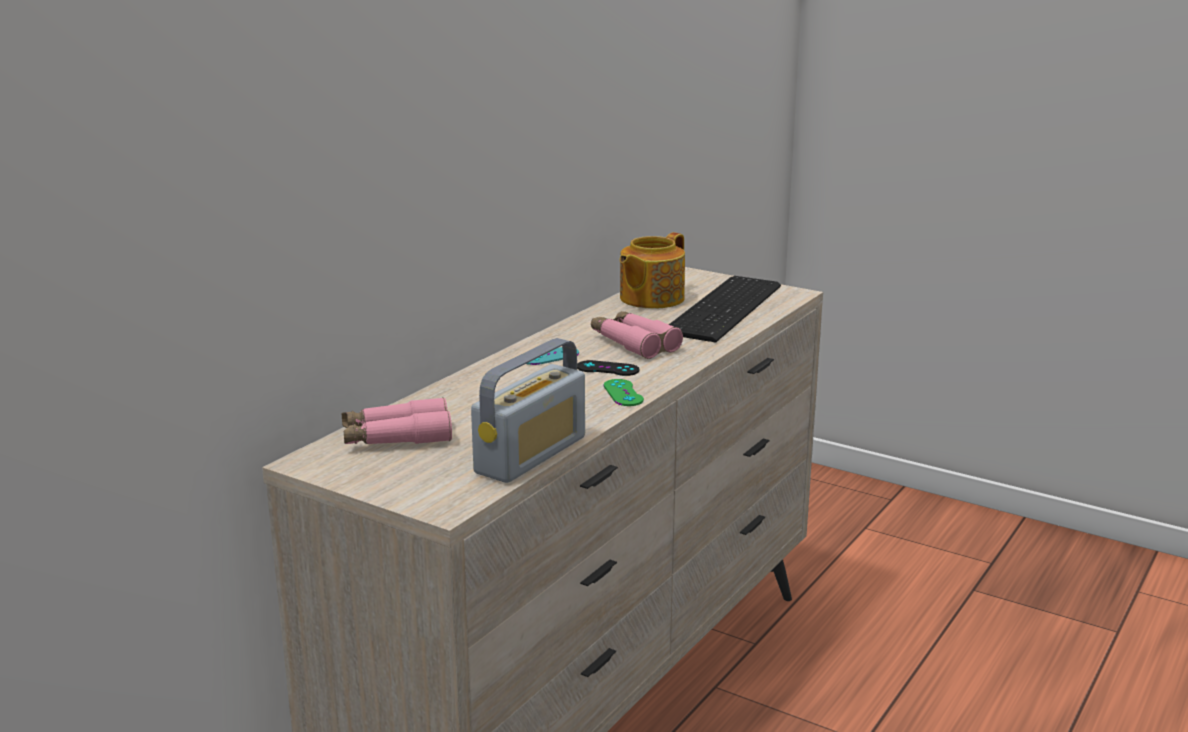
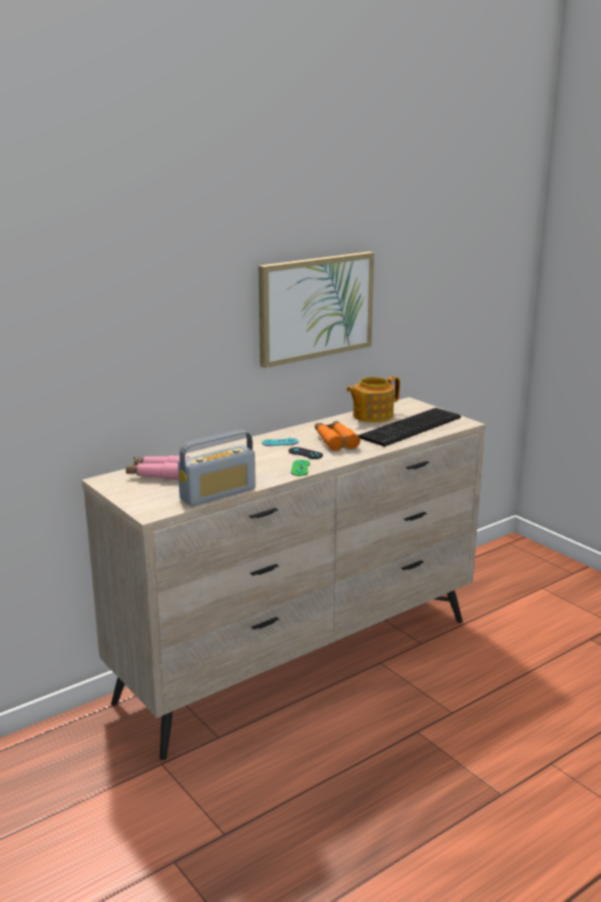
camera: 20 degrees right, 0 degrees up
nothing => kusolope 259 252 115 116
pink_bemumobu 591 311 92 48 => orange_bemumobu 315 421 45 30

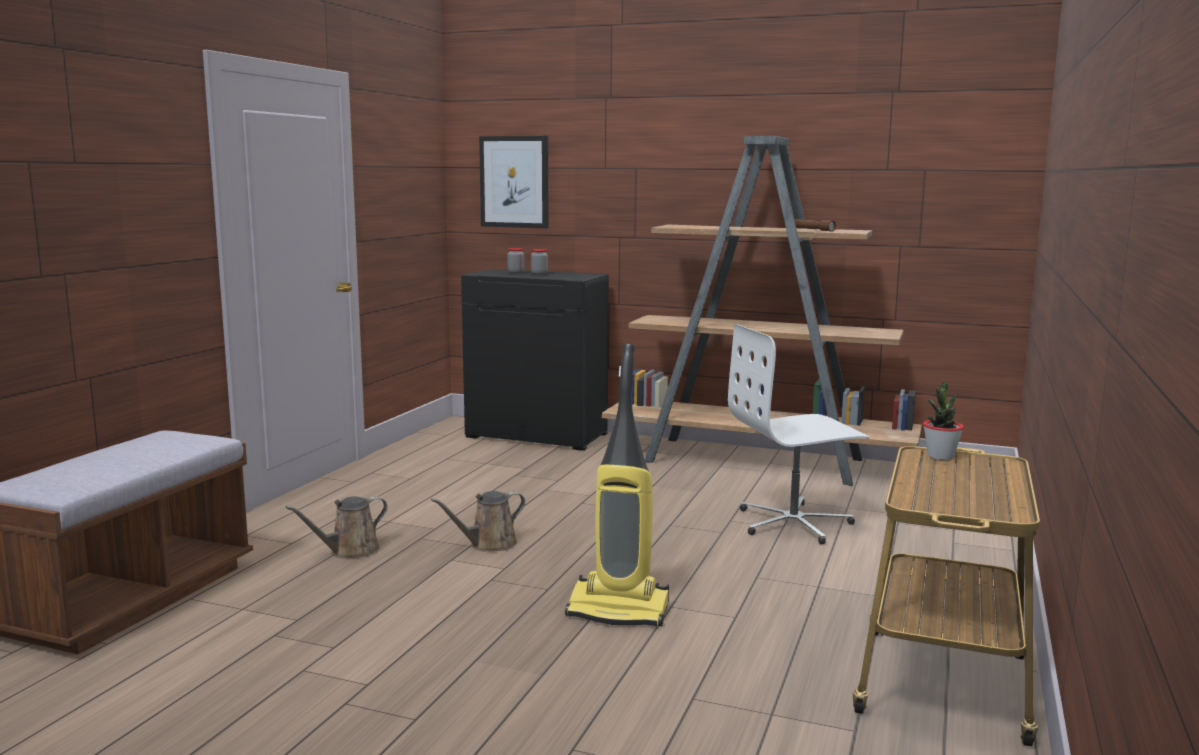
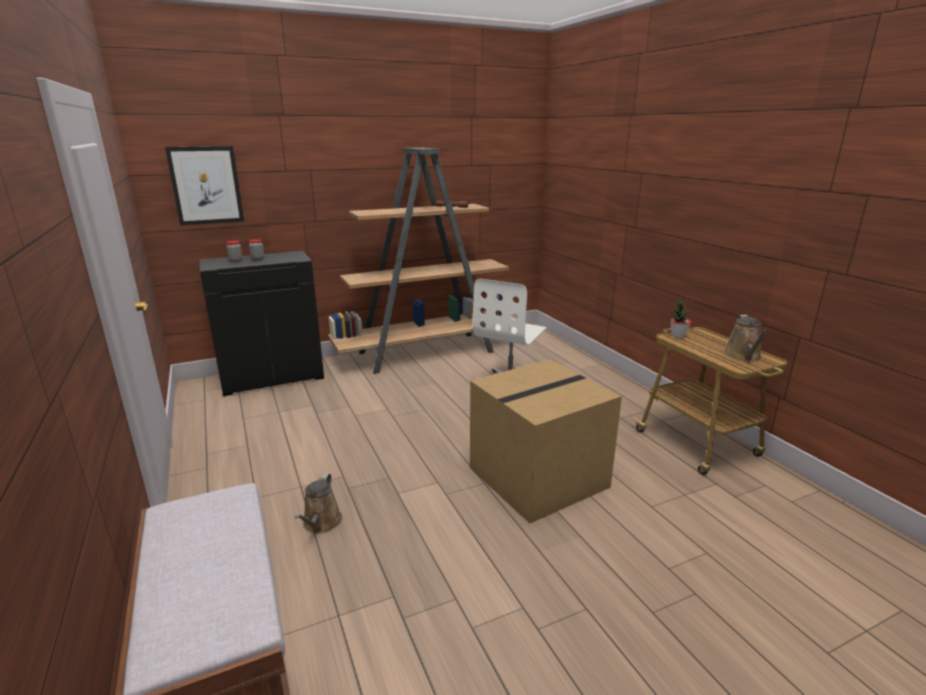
camera: 45 degrees left, 10 degrees up
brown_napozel 431 491 94 61 => brown_napozel 724 315 44 47, shifted
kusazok 565 344 104 282 => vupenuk 470 359 152 164

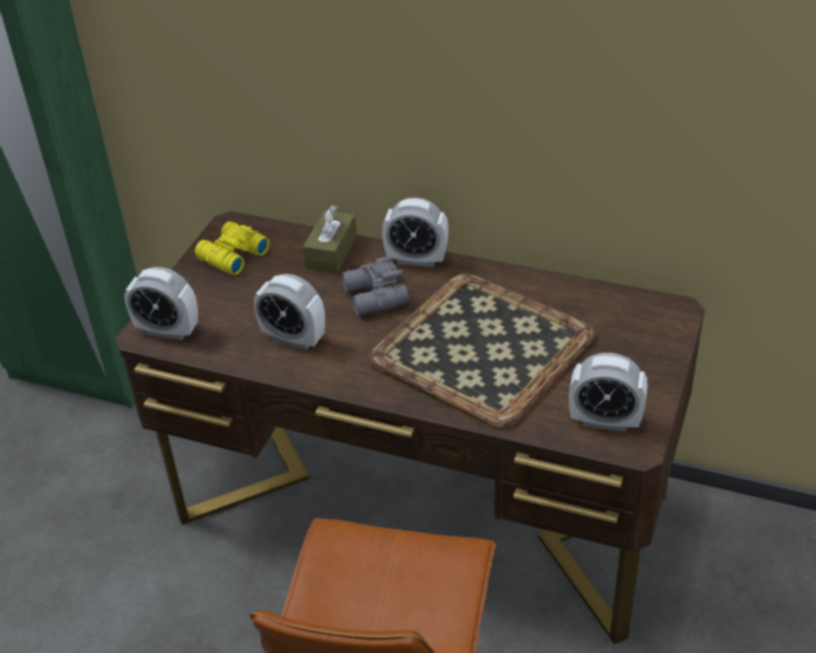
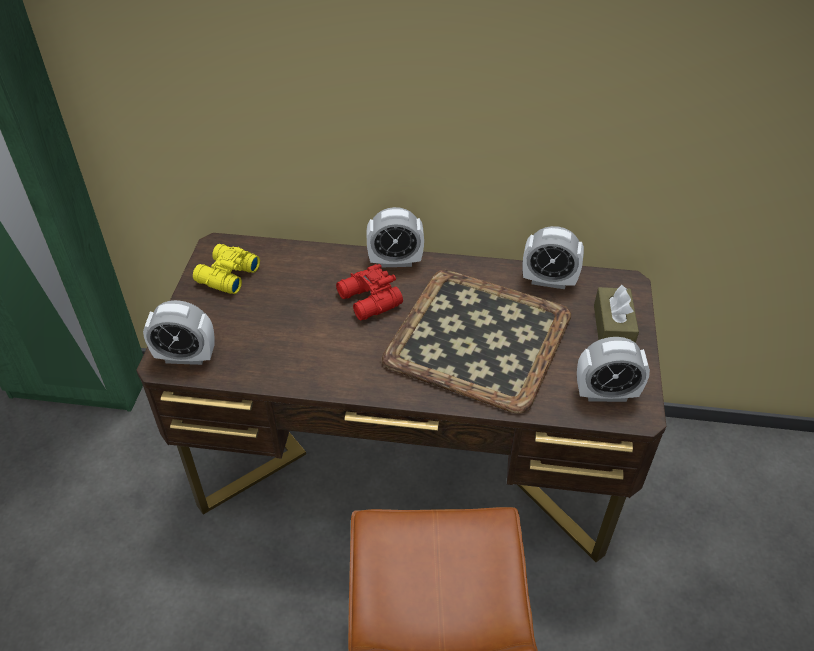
camera: 15 degrees left, 5 degrees up
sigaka 254 274 71 76 => sigaka 522 226 62 63, shifted
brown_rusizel 303 205 54 68 => brown_rusizel 594 285 45 58, shifted
grey_bemumobu 342 257 67 58 => red_bemumobu 336 264 67 57

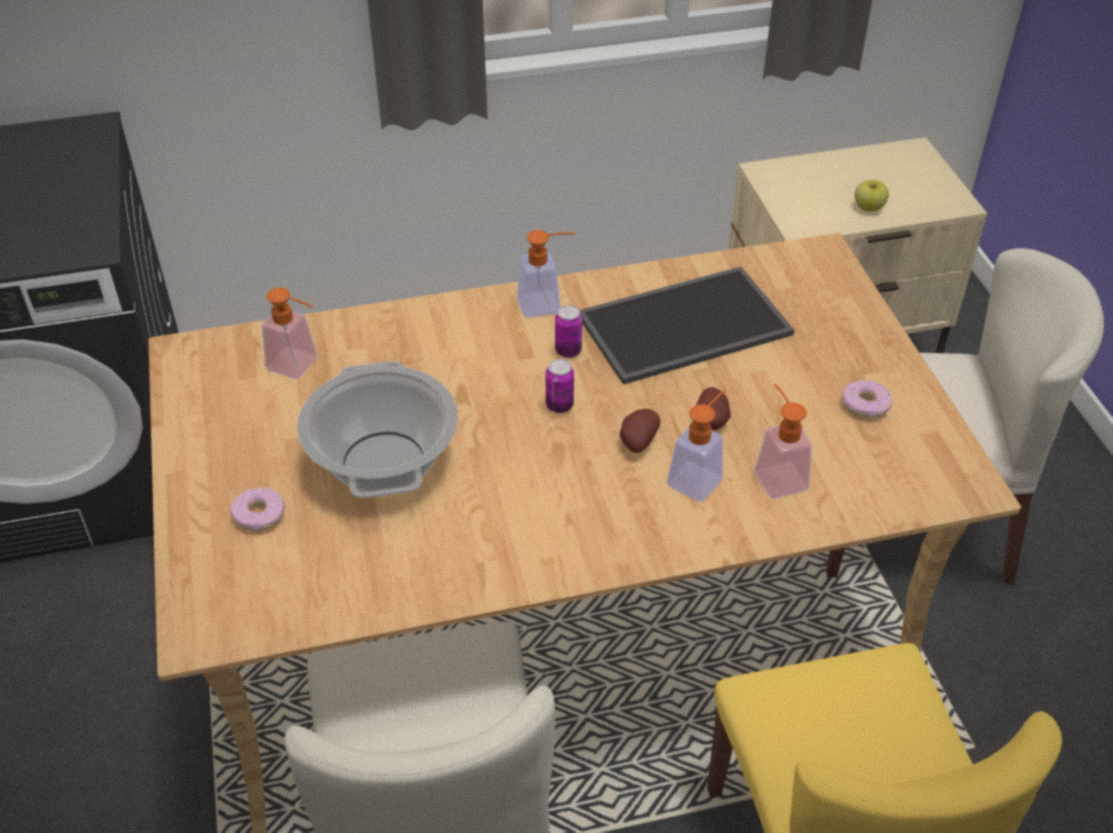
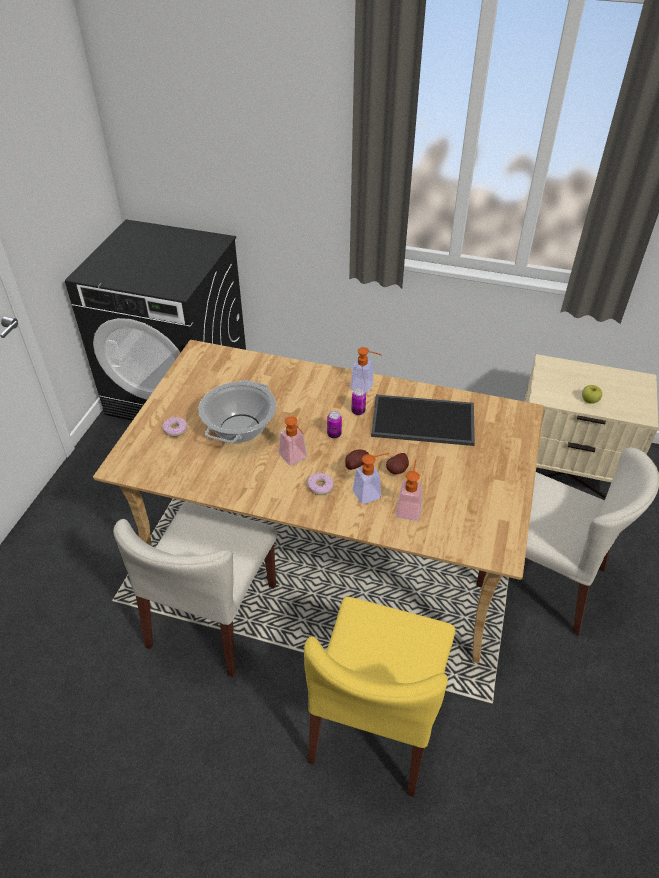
camera: 30 degrees right, 0 degrees up
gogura 262 287 55 92 => gogura 279 416 28 49, shifted
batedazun 842 380 50 38 => batedazun 307 473 27 22, shifted

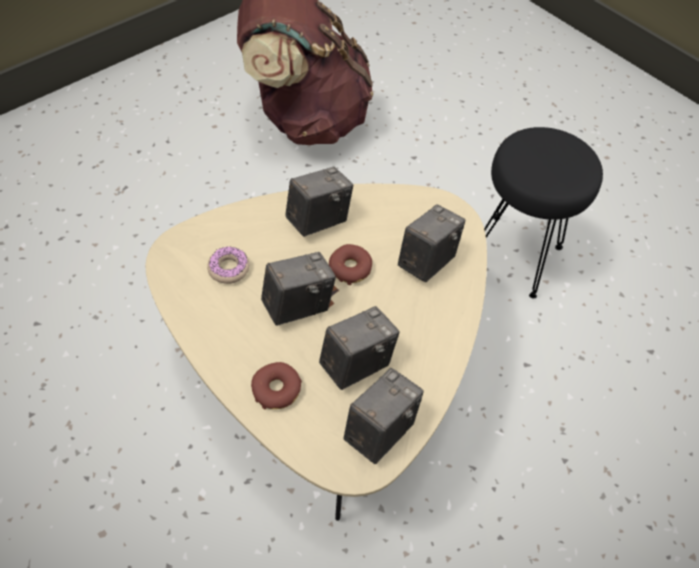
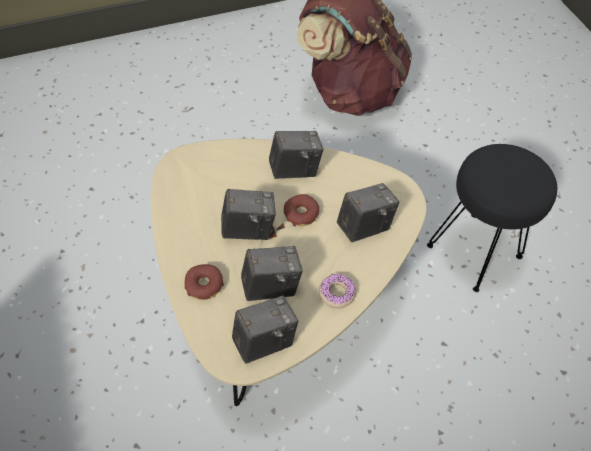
camera: 25 degrees right, 0 degrees up
batedazun 207 246 42 38 => batedazun 319 274 37 34, shifted

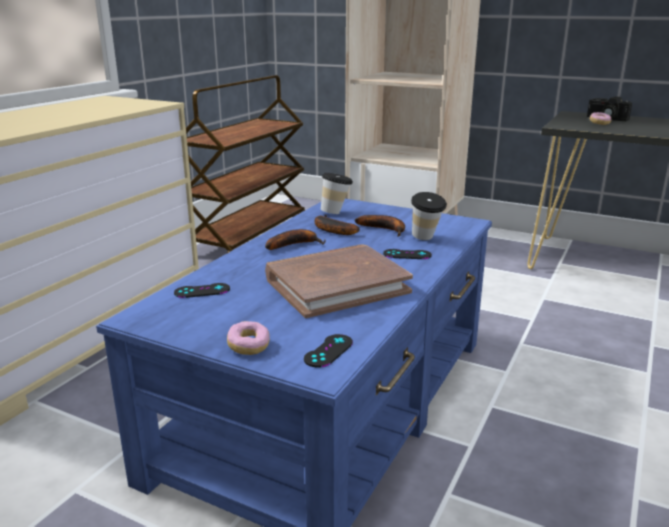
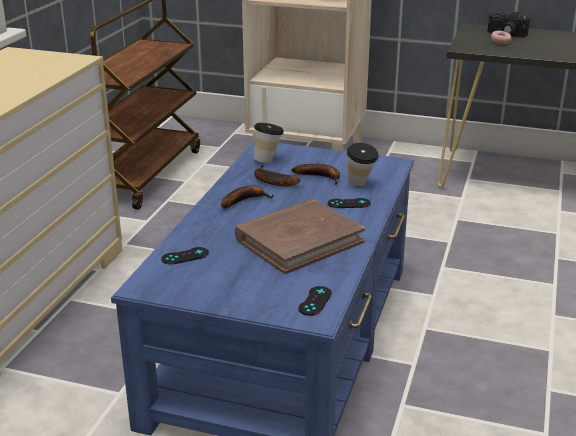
camera: 10 degrees left, 5 degrees up
batedazun 227 321 43 34 => nothing

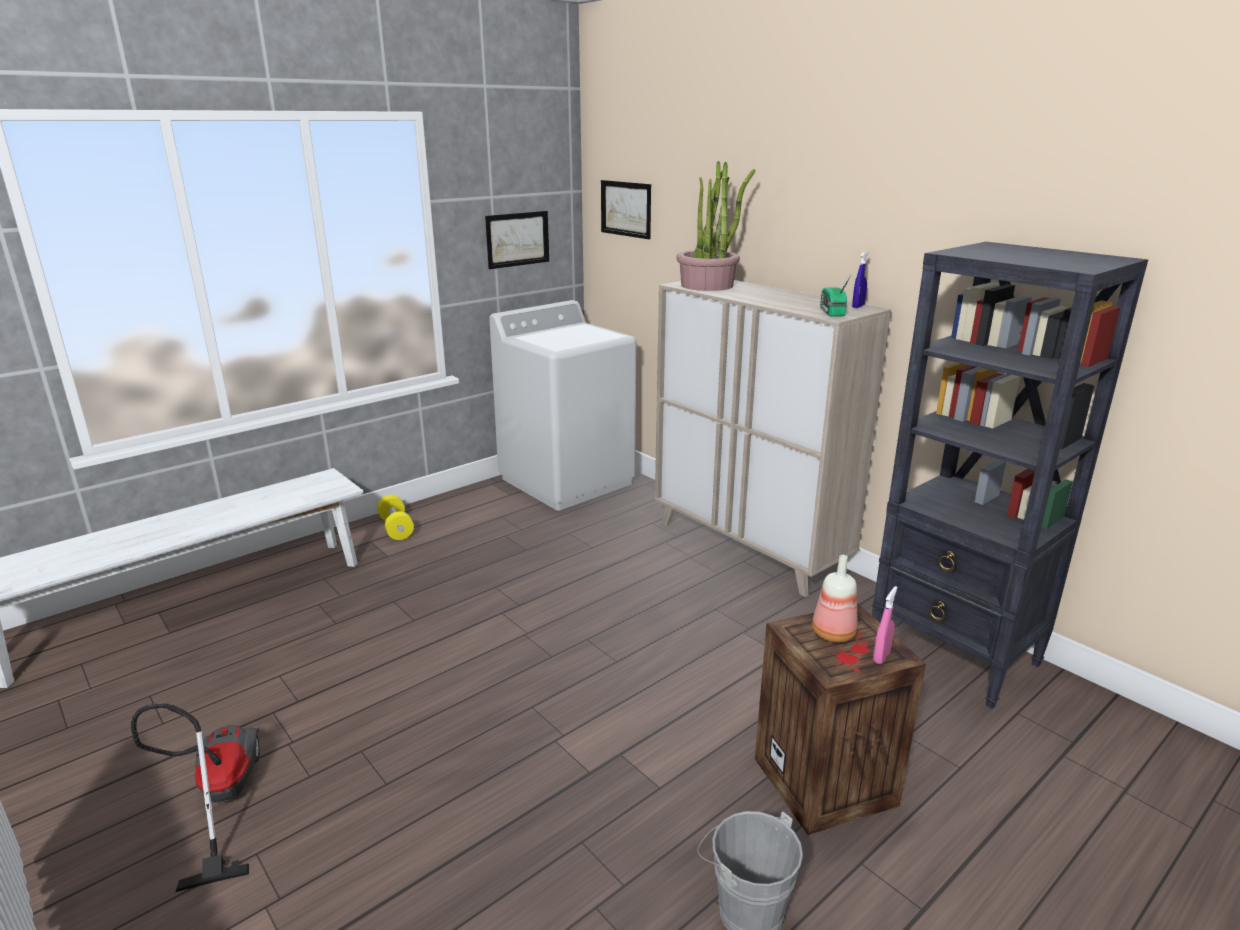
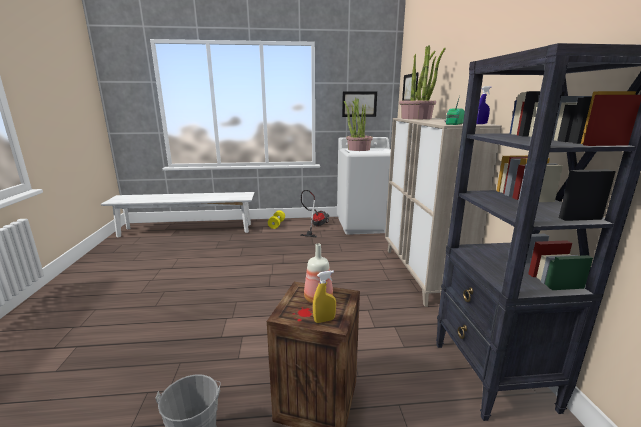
camera: 35 degrees right, 5 degrees down
nothing => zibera 344 98 29 53
kusazok 131 704 129 188 => kusazok 300 190 29 48, shifted
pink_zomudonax 873 586 25 78 => yellow_zomudonax 313 270 23 53

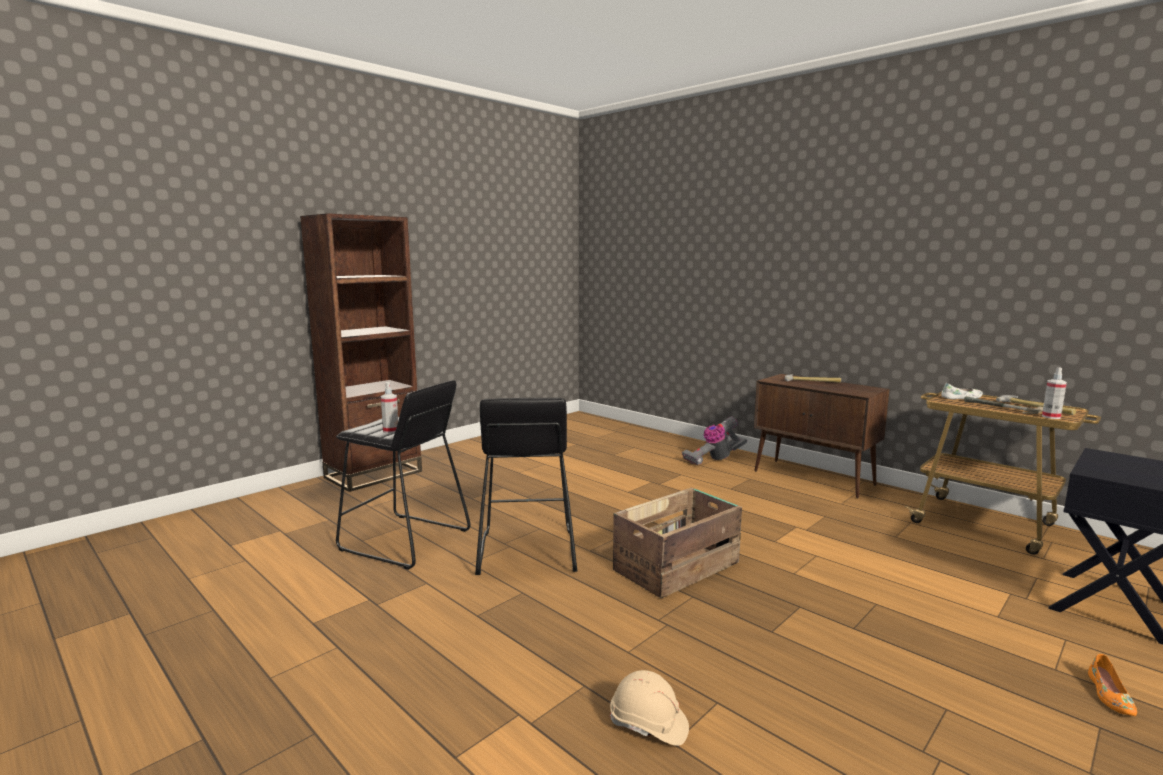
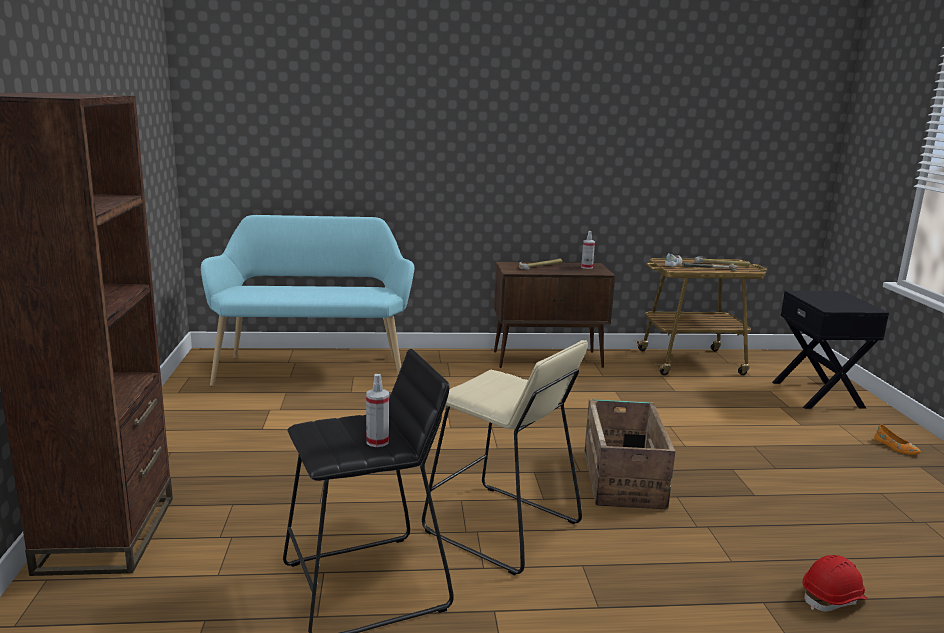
camera: 50 degrees left, 5 degrees up
kusazok 682 417 65 48 => nothing
nothing => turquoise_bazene 201 215 213 171
zomudonax 1042 368 25 51 => zomudonax 581 231 14 38, shifted
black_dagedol 475 398 102 177 => beige_dagedol 422 340 166 235
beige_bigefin 610 670 79 76 => red_bigefin 802 555 66 57

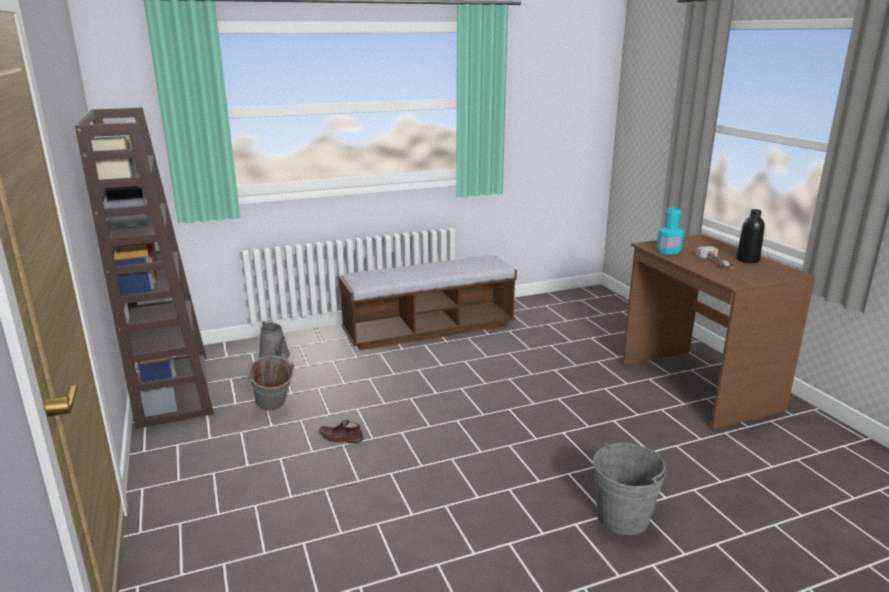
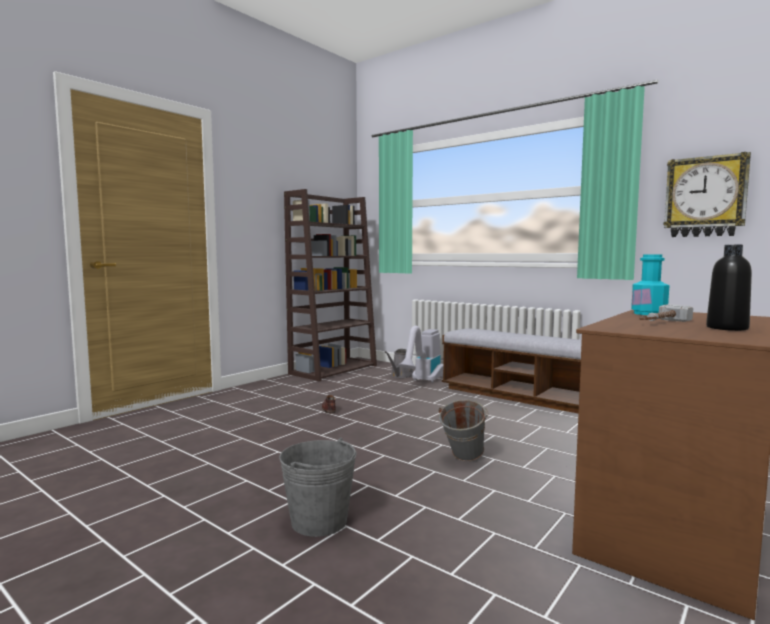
camera: 60 degrees right, 15 degrees down
nothing => kusazok 399 326 44 56
nothing => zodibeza 664 152 87 85
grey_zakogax 246 355 48 56 => grey_zakogax 438 400 51 61, shifted

